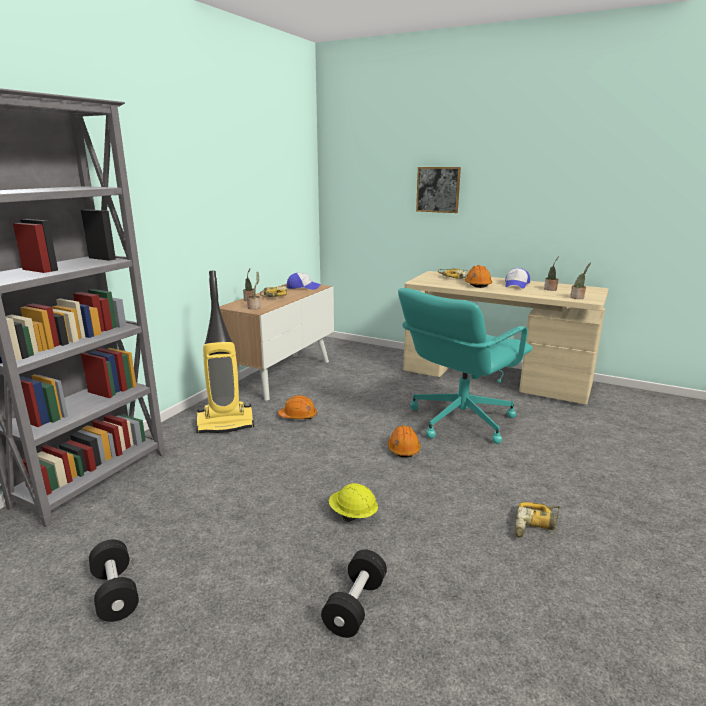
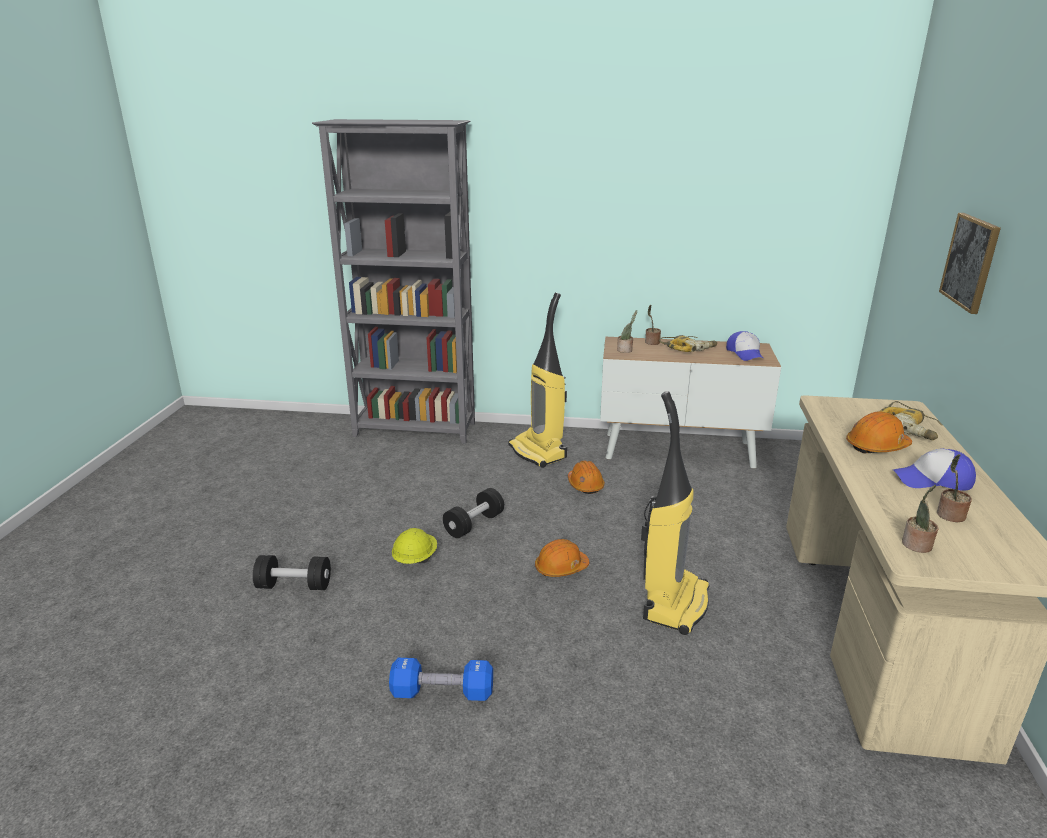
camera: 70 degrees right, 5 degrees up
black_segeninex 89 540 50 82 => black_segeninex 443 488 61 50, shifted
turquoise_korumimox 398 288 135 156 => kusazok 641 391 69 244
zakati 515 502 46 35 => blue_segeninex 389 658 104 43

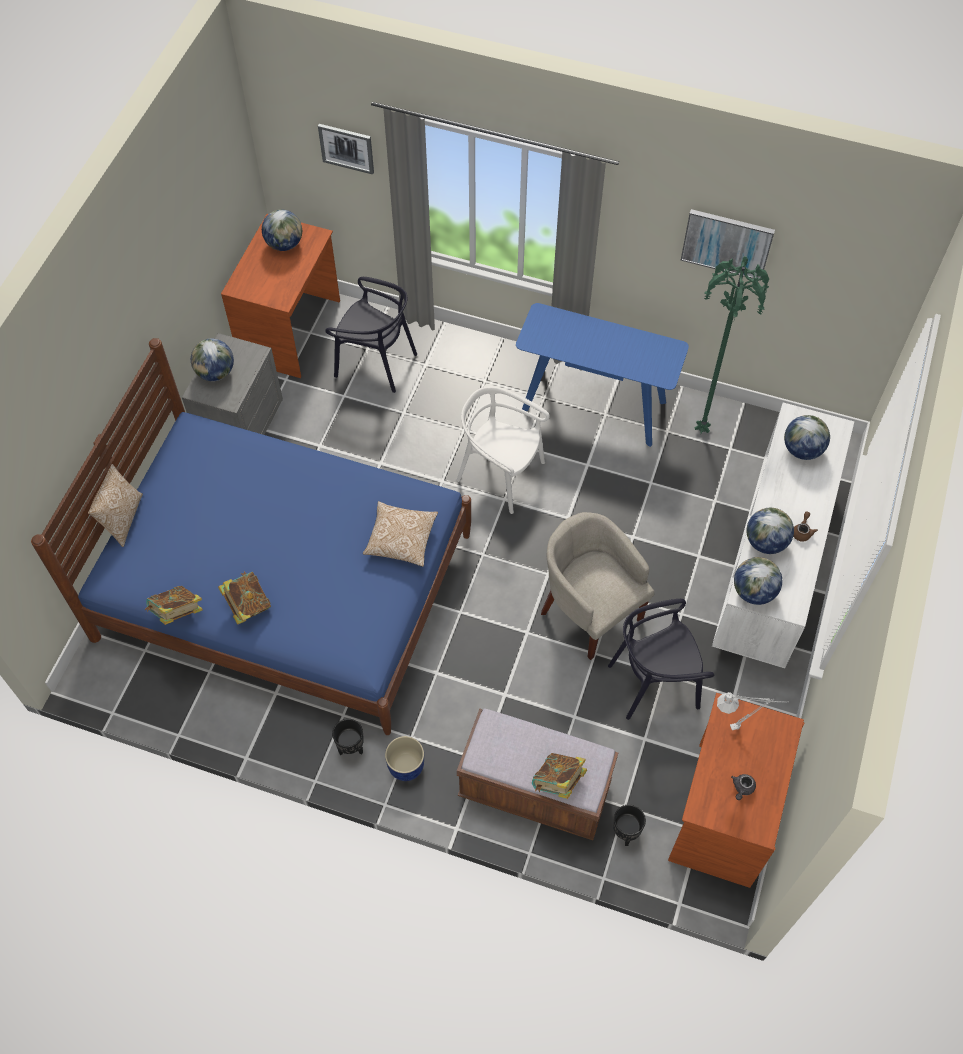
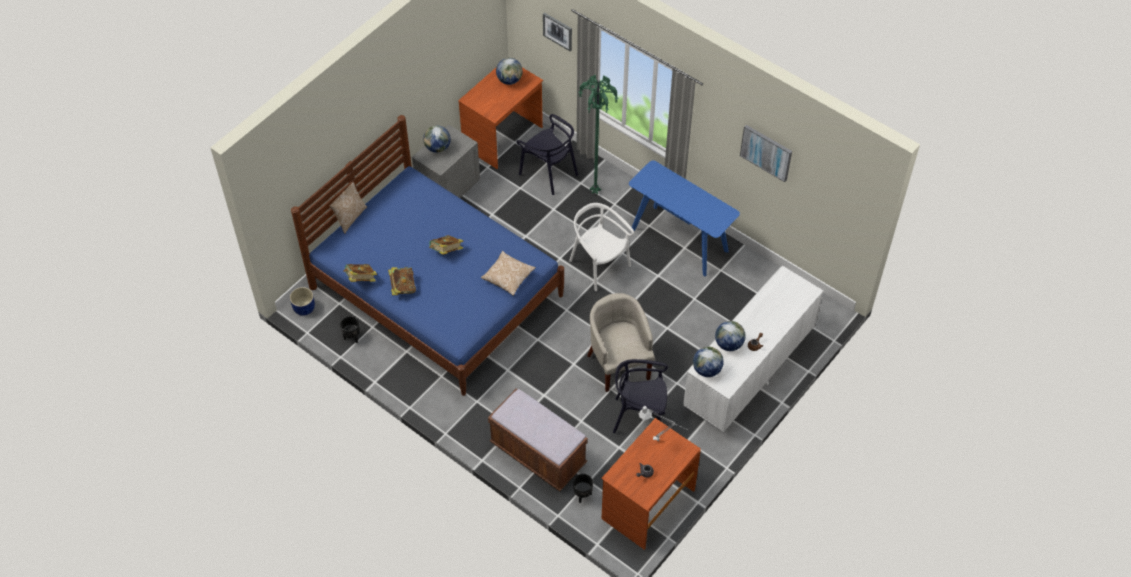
camera: 20 degrees right, 5 degrees down
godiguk 784 415 46 45 => nothing
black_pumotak 332 719 32 36 => black_pumotak 340 316 20 27, shifted
blue_pumotak 385 736 39 45 => blue_pumotak 290 287 25 29, shifted
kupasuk 532 753 55 46 => kupasuk 429 235 34 20, shifted
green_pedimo 695 256 74 178 => green_pedimo 579 75 40 119, shifted

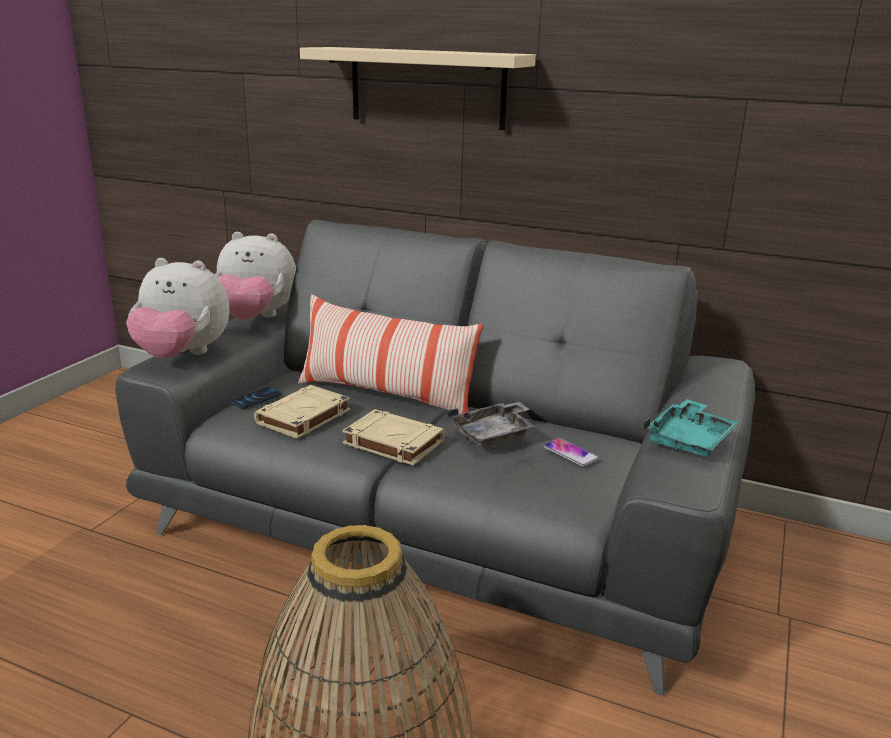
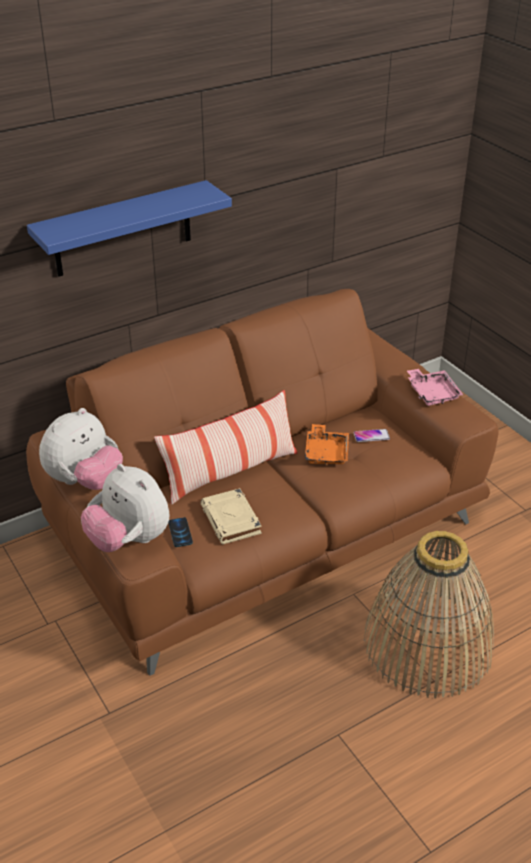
camera: 55 degrees left, 15 degrees up
beige_kupasuk 342 409 103 57 => nothing
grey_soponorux 115 220 640 476 => brown_soponorux 26 289 472 387
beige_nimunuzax 300 47 236 83 => blue_nimunuzax 27 180 205 97
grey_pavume 448 402 87 45 => orange_pavume 305 424 44 42
turquoise_pavume 644 399 95 57 => pink_pavume 407 369 56 37
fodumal 126 258 104 101 => fodumal 81 464 88 88, 90 degrees clockwise

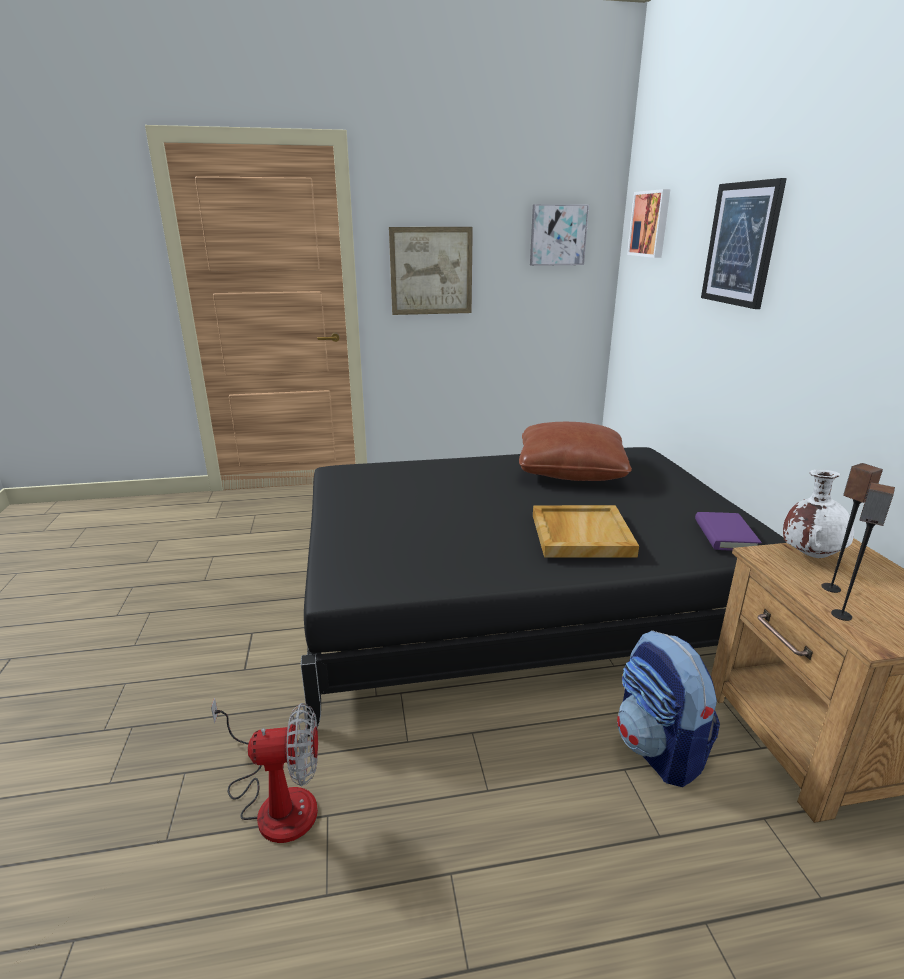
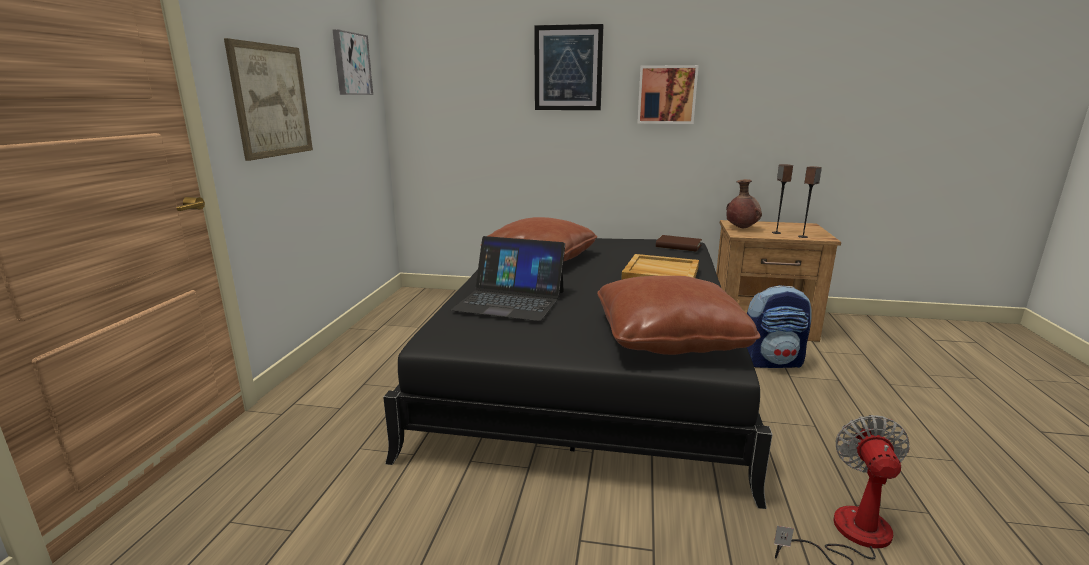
camera: 70 degrees left, 5 degrees down
nothing => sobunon 451 236 114 85
nothing => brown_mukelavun 597 276 164 79
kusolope 627 189 44 69 => kusolope 637 65 62 59, shifted
purple_kupasuk 695 512 67 39 => brown_kupasuk 656 235 46 17
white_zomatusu 783 469 71 89 => brown_zomatusu 726 179 36 49

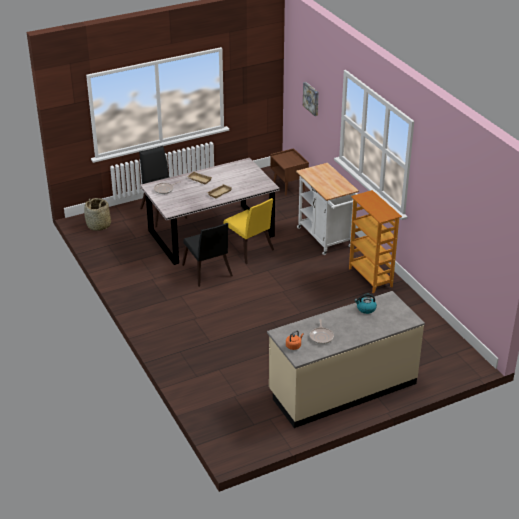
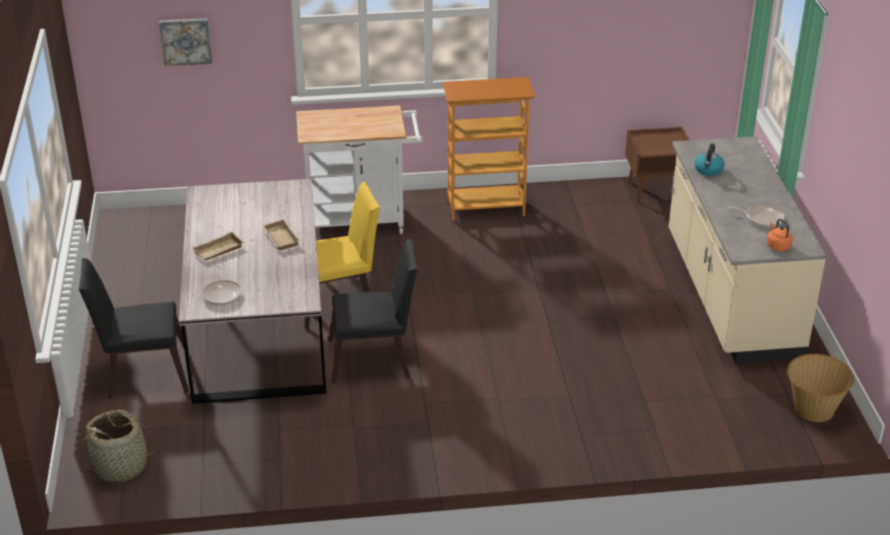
camera: 70 degrees left, 0 degrees up
nothing => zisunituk 787 354 68 68
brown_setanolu 270 148 39 48 => brown_setanolu 625 127 64 75, shifted

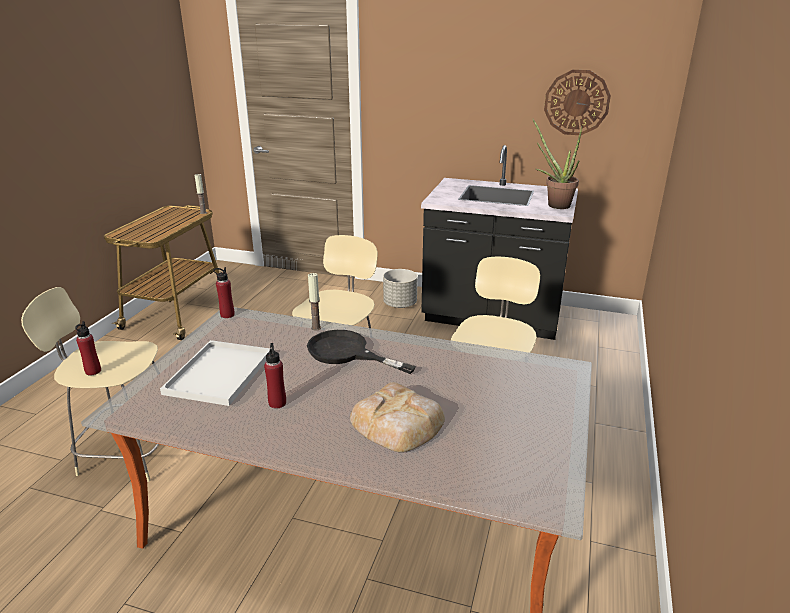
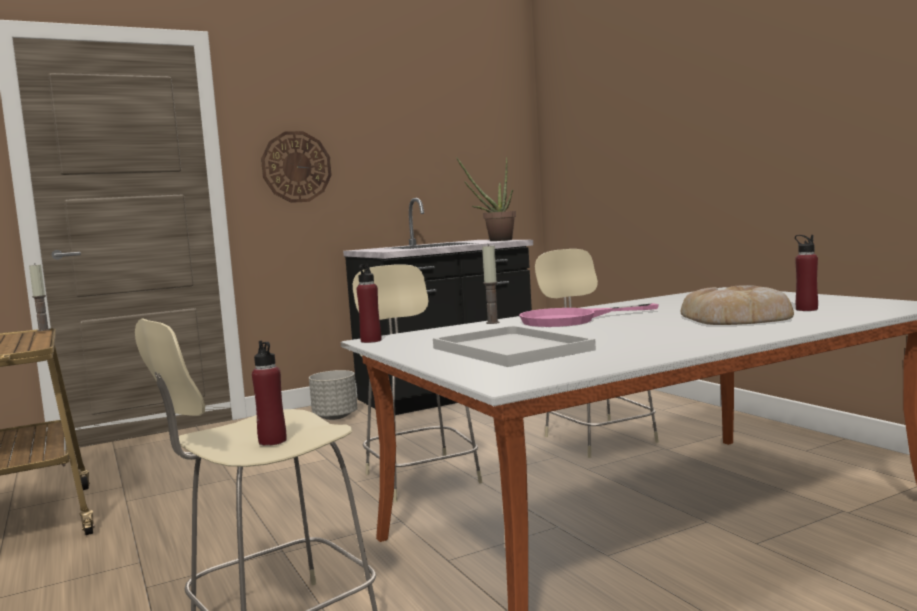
camera: 45 degrees left, 20 degrees down
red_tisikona 264 343 22 65 => red_tisikona 795 235 23 76, shifted
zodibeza 544 70 67 65 => zodibeza 261 131 71 72, shifted
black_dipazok 307 330 109 44 => pink_dipazok 519 303 140 24

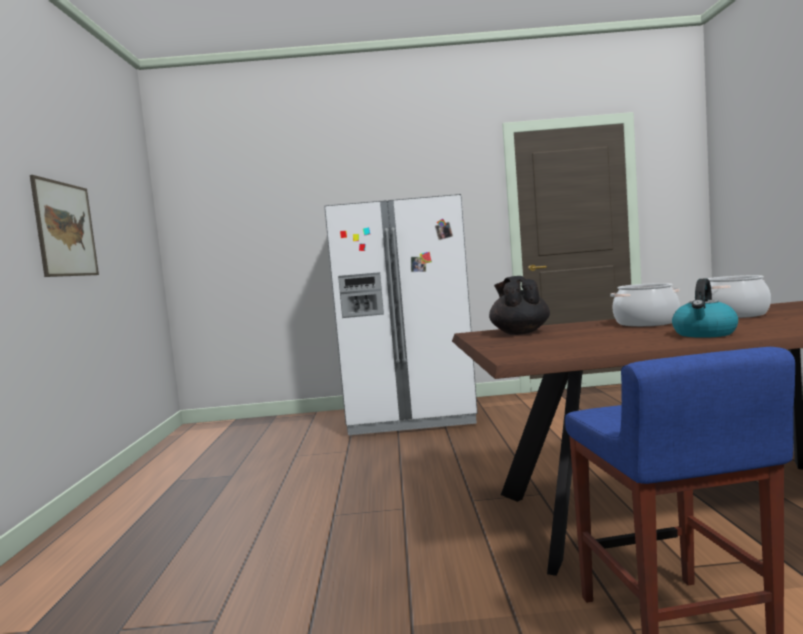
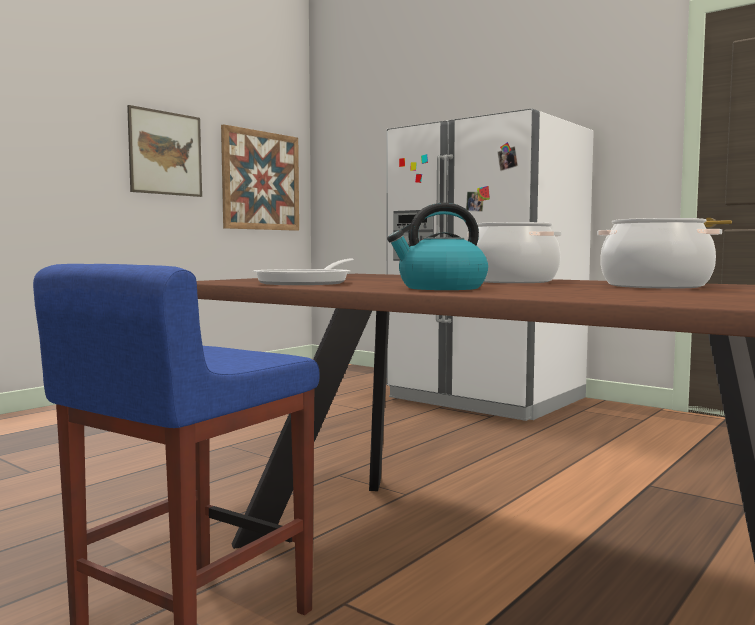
camera: 40 degrees right, 0 degrees up
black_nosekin 489 276 61 59 => nothing
nothing => kusolope 221 124 78 107
nothing => dipazok 253 258 101 27

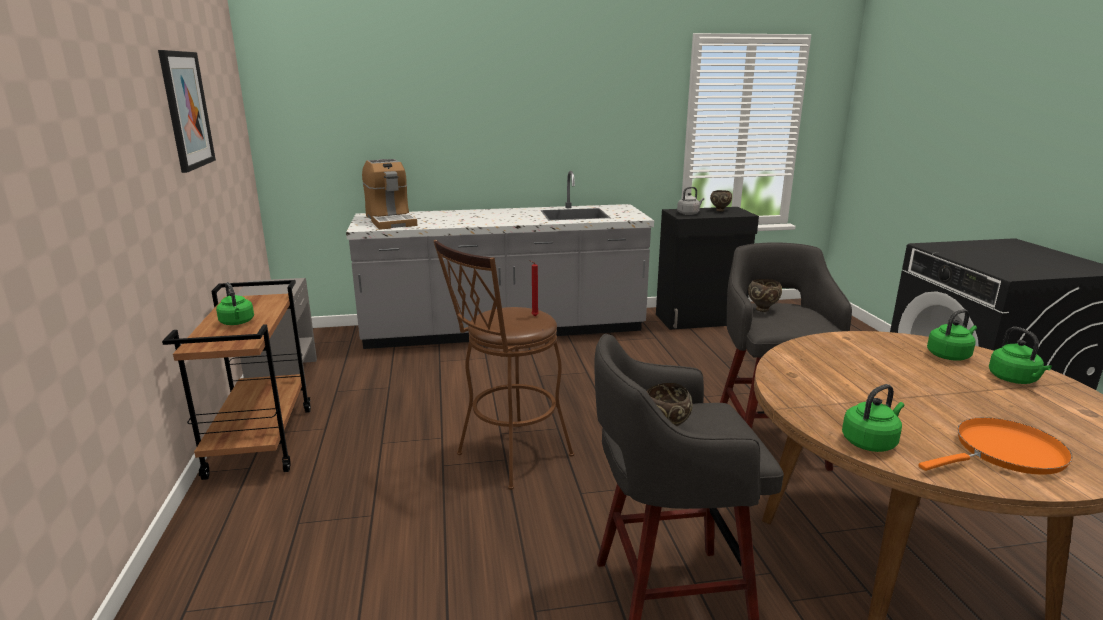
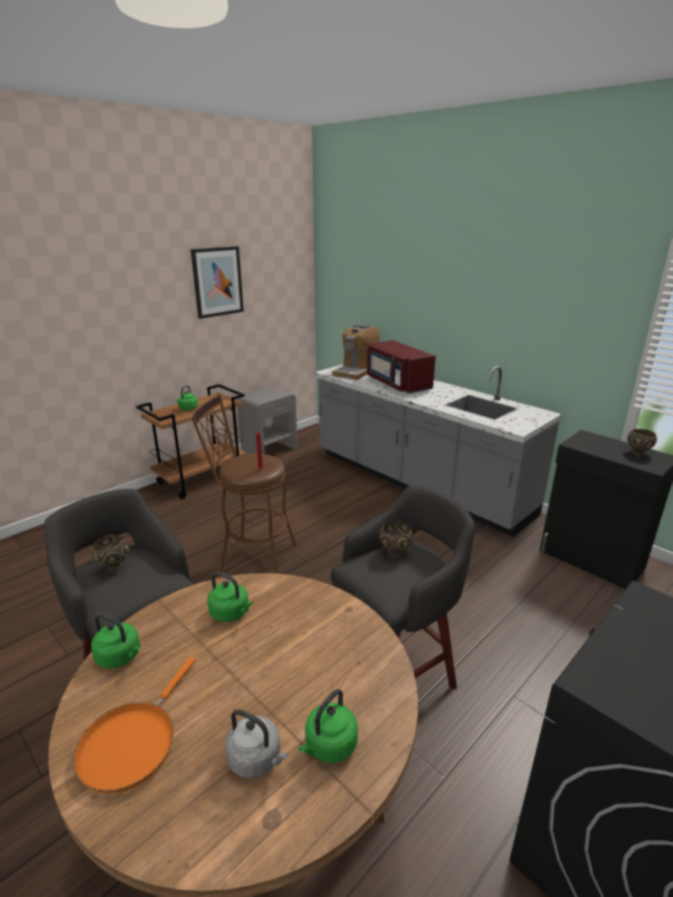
camera: 55 degrees right, 5 degrees up
nothing => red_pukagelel 367 340 69 53
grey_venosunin 677 187 27 28 => grey_venosunin 225 709 63 69, shifted
green_venosunin 927 309 50 52 => green_venosunin 207 572 46 50, shifted
orange_dipazok 919 417 154 58 => orange_dipazok 73 657 123 137, 75 degrees clockwise

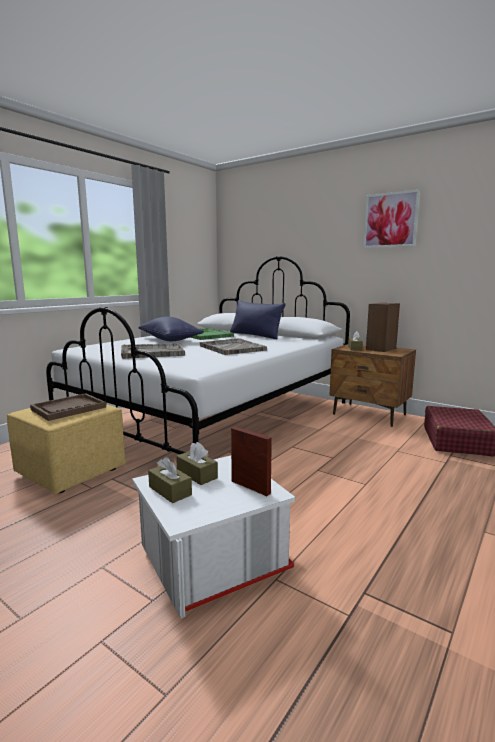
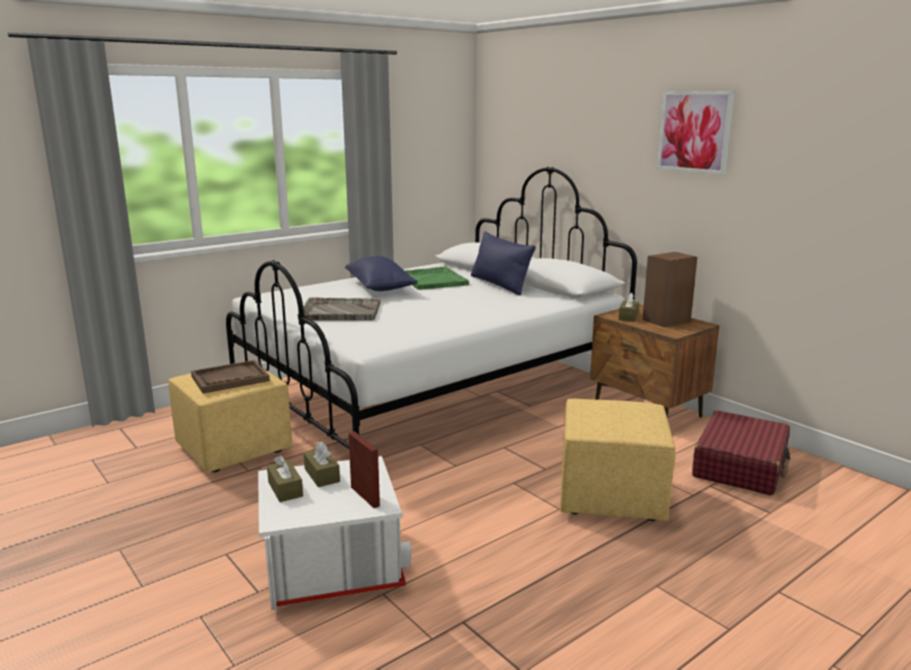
camera: 15 degrees right, 5 degrees up
grey_pavume 200 338 67 17 => nothing
nothing => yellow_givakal 560 399 116 122

